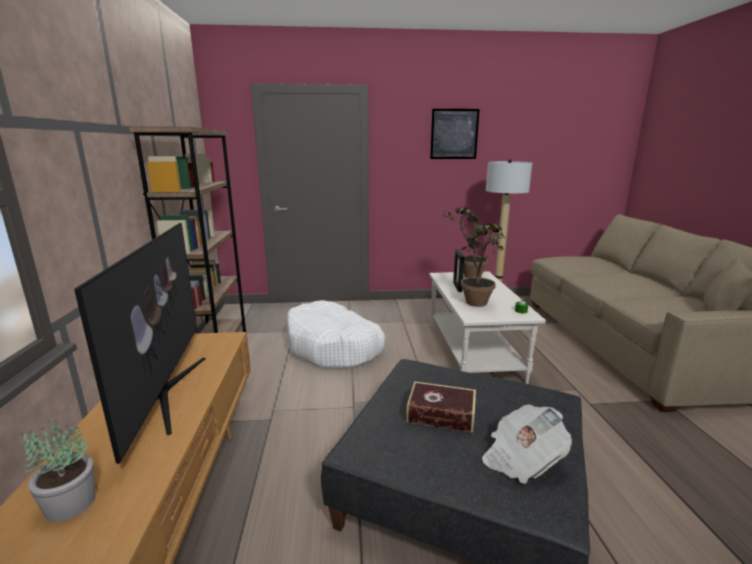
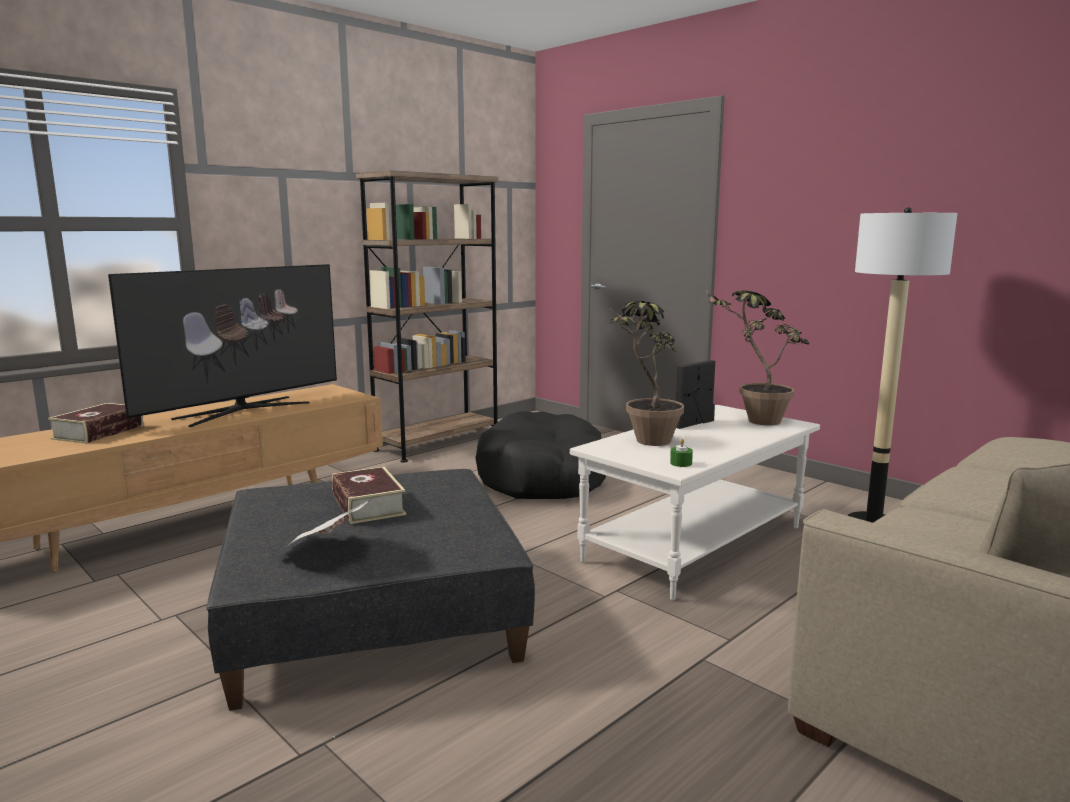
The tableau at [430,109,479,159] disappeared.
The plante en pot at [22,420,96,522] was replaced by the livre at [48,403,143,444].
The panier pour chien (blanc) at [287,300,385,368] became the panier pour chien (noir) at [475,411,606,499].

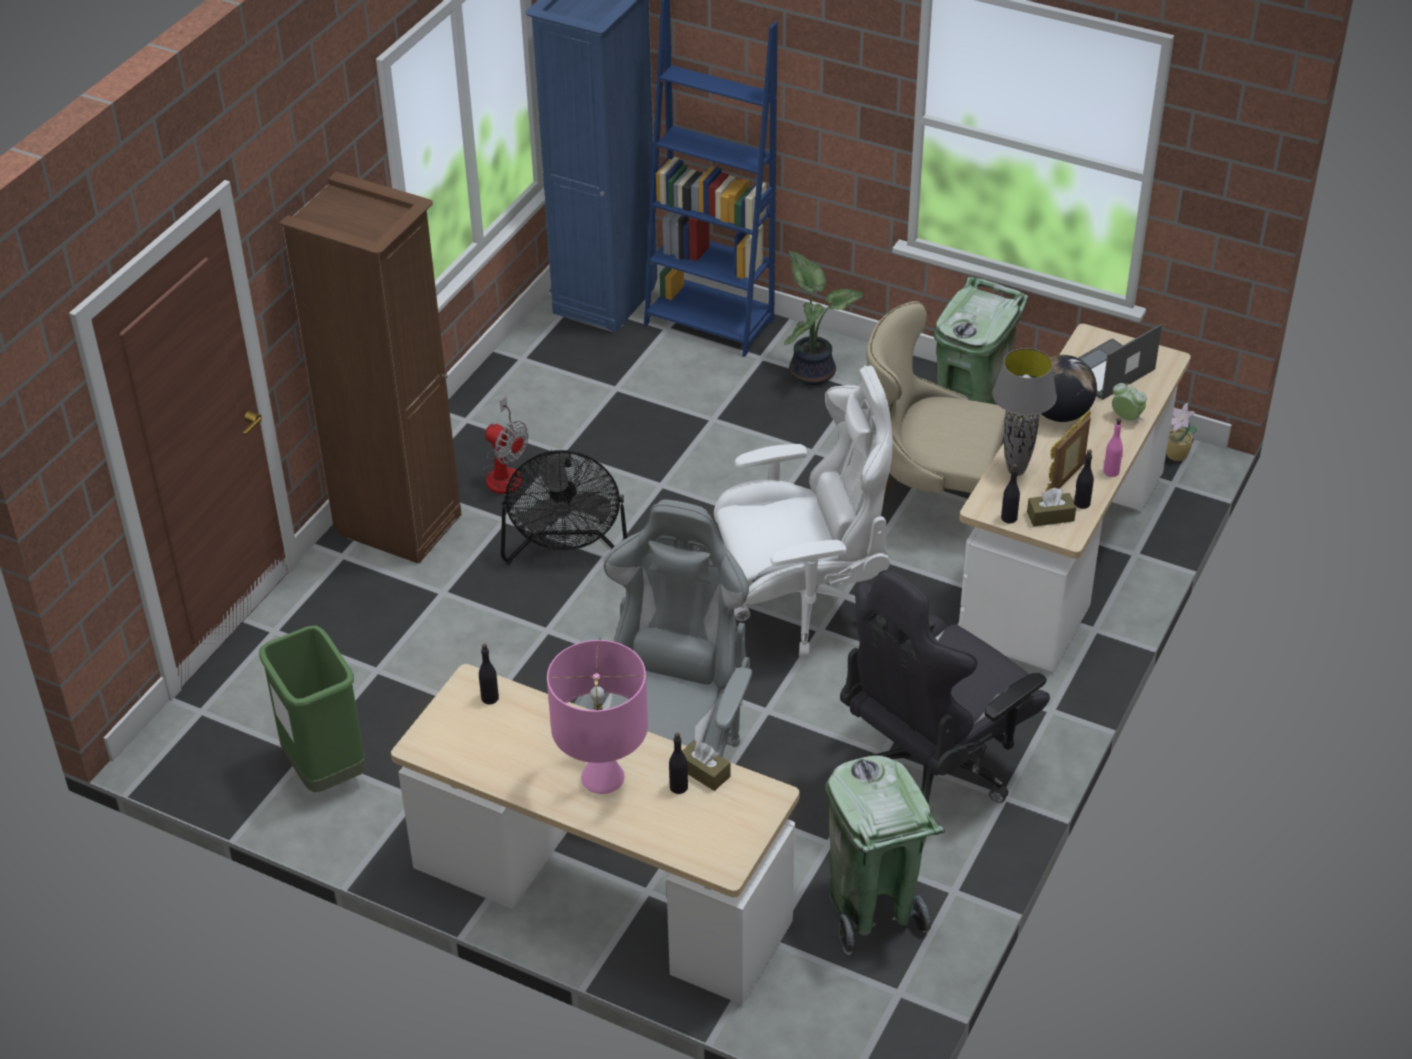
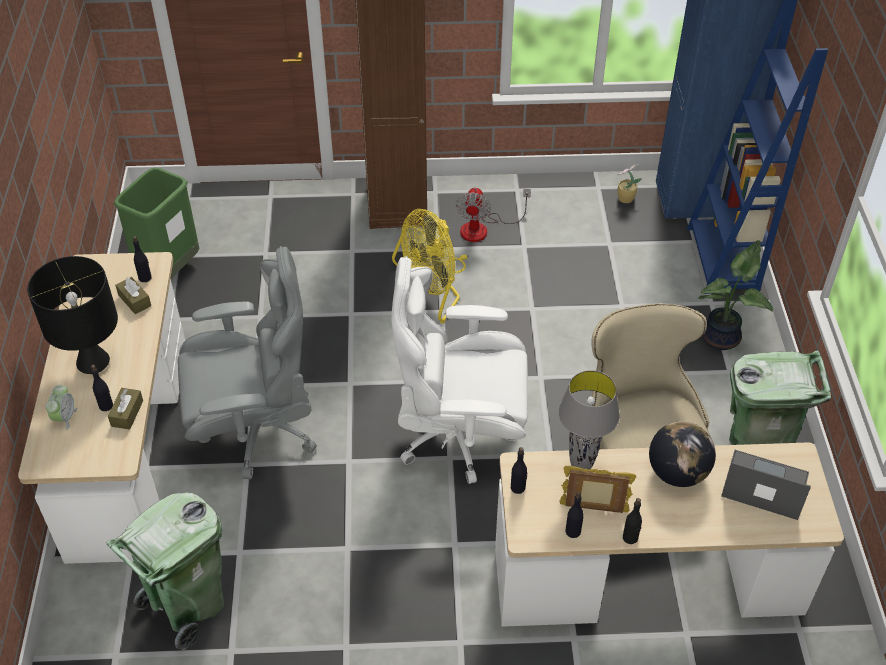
The chaise de bureau (noir) at [840,570,1050,803] disappeared.
The boîte à mouchoirs (marron) moved from [1027,488,1076,527] to [115,277,151,314].
The réveil moved from [1112,383,1147,421] to [46,385,77,430].
The plante en pot moved from [1166,403,1198,461] to [618,164,642,203].
The ventilateur (noir) at [501,449,627,565] became the ventilateur (jaune) at [392,209,469,324].
The lampe de table (rose) at [547,640,648,794] became the lampe de table (noir) at [27,256,118,374].
The bouteille (rose) at [1103,418,1123,477] became the bouteille (noir) at [623,498,642,544].
The chaise de bureau (blanc) at [714,365,893,658] turned 135 degrees clockwise.

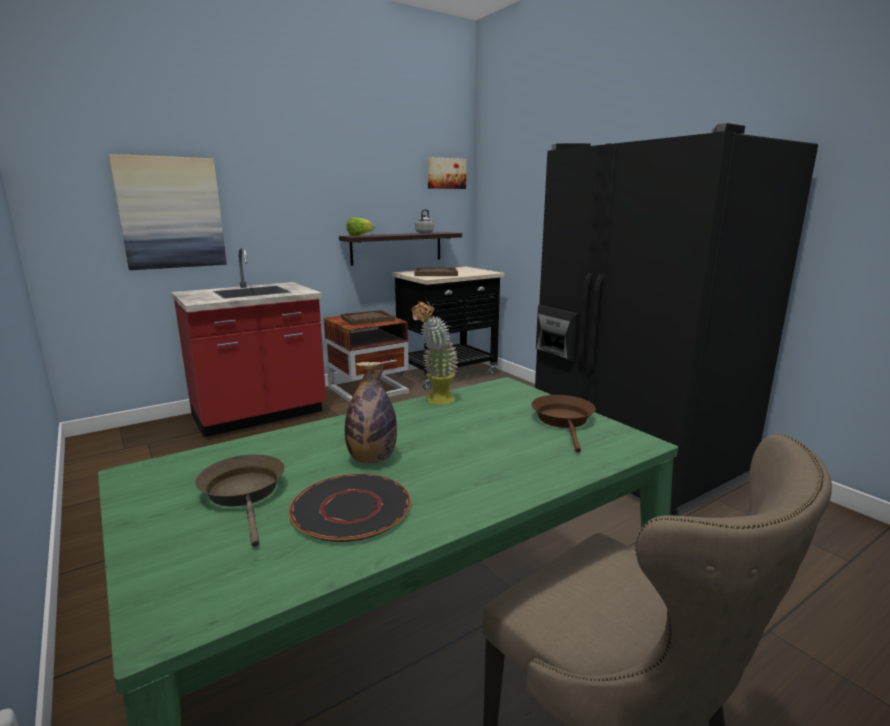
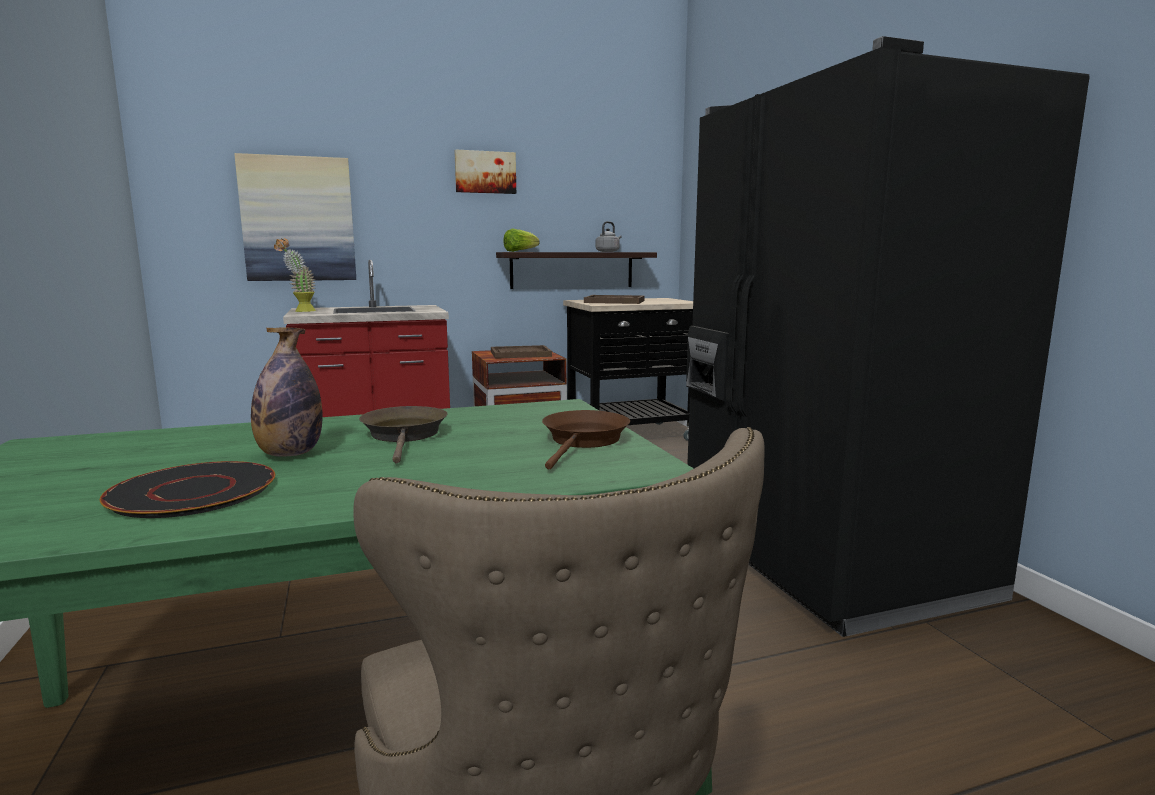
The poêle (marron) moved from [195,454,285,547] to [359,406,448,463].
The plante en pot moved from [411,301,458,405] to [274,238,316,312].
The tableau moved from [428,157,466,189] to [454,149,516,194].

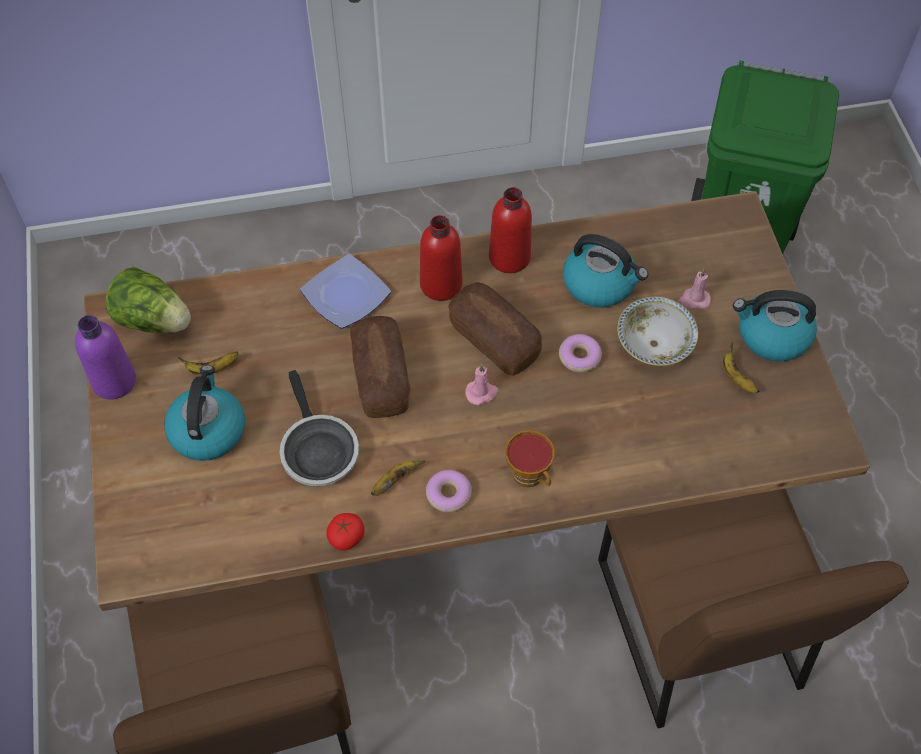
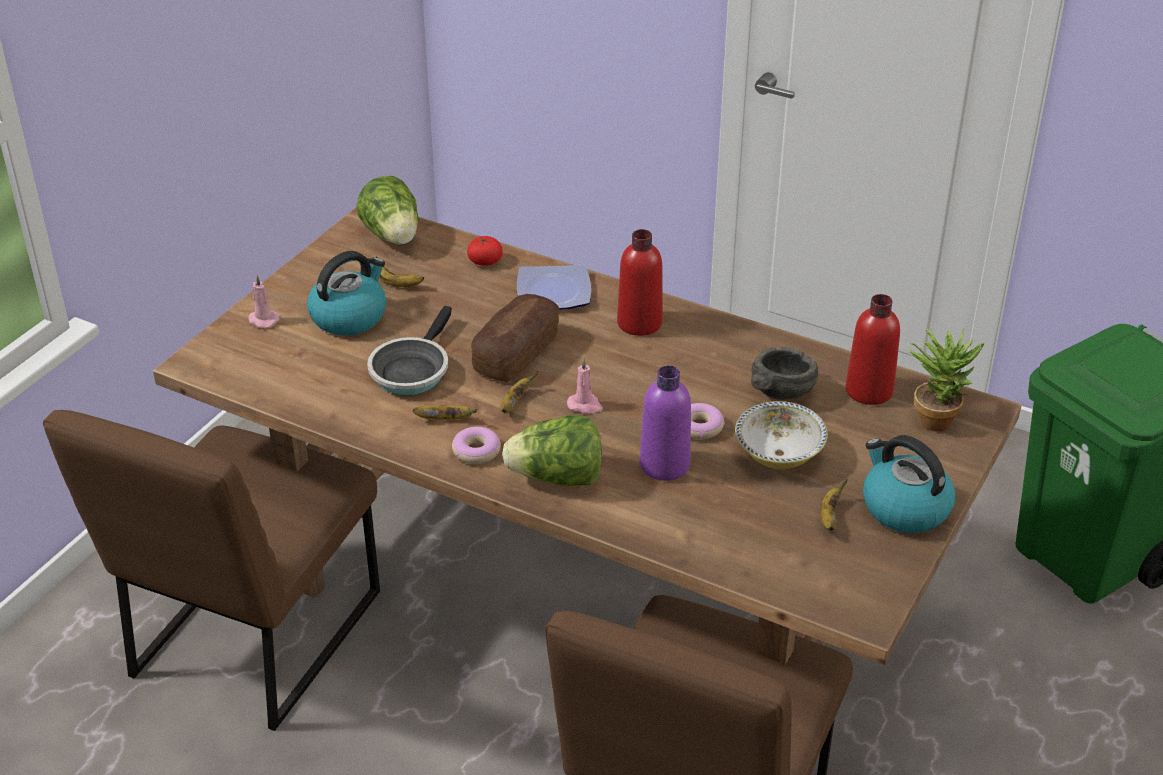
The pain at [448,282,542,376] disappeared.
The banane at [500,371,538,413] appeared.
The plante en pot at [909,328,984,432] appeared.
The bouteille (violet) moved from [75,315,136,400] to [640,365,691,481].
The tomate moved from [326,513,365,551] to [467,236,503,266].
The bouteille (rouge) moved from [489,187,532,273] to [845,294,900,405].
The bougie (rose) moved from [678,269,711,310] to [249,275,280,328].
The tasse at [505,430,555,488] was replaced by the laitue at [502,415,602,486].
The bouilloire at [563,234,648,308] was replaced by the bol (gris) at [751,347,818,400].

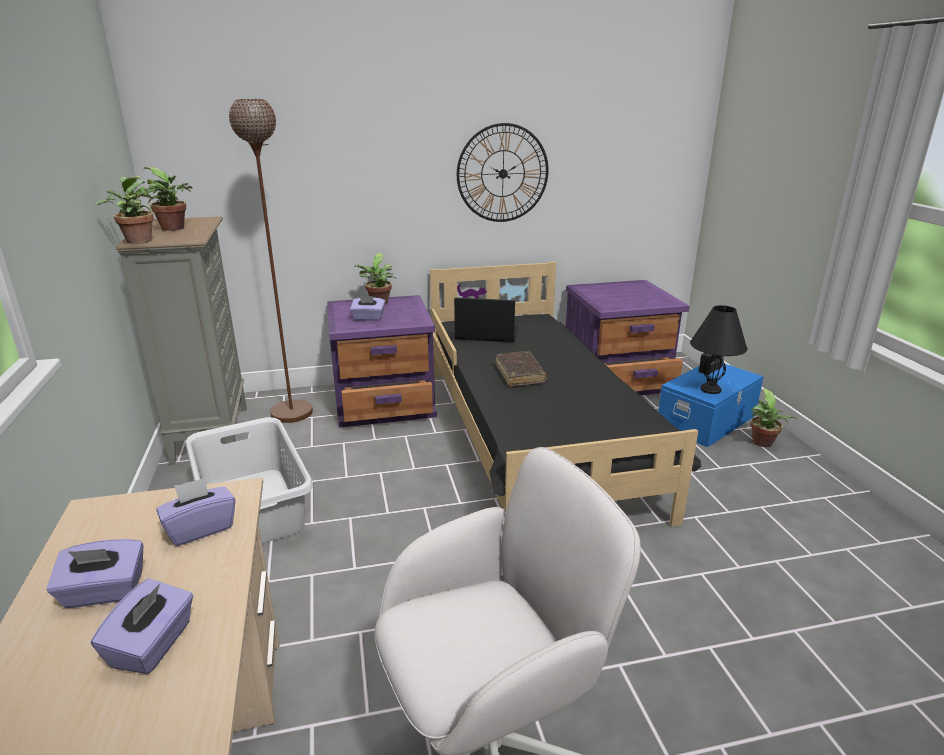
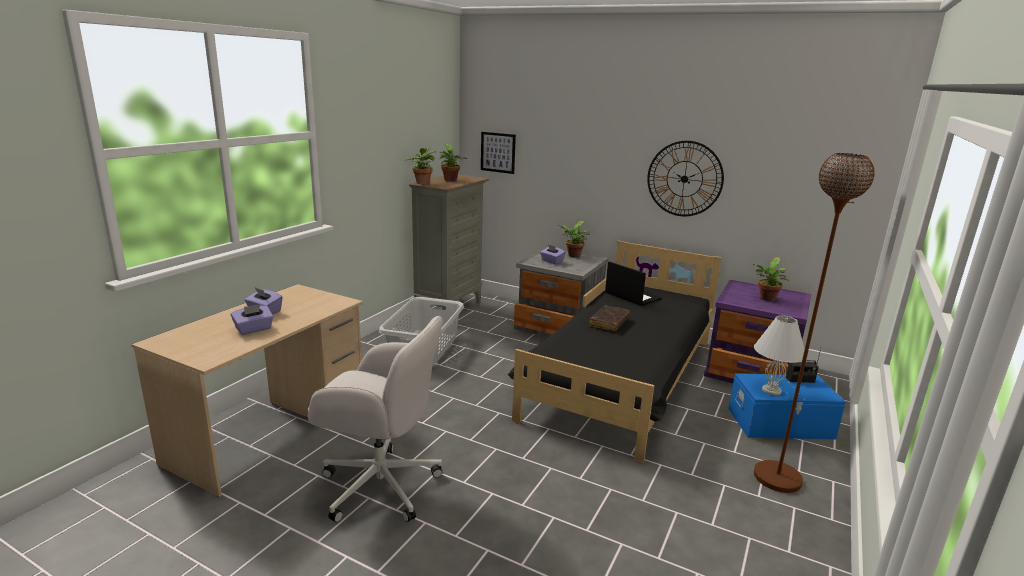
The boîte à mouchoirs (violet) at [156,477,235,546] disappeared.
The tableau at [481,132,516,174] appeared.
The lampadaire (marron) moved from [229,99,313,423] to [754,153,875,493].
The plante en pot moved from [751,389,796,447] to [753,257,789,301].
The table de chevet (violet) at [327,295,437,428] became the table de chevet (gris) at [514,247,608,337].
The lampe de table (noir) at [690,305,747,394] became the lampe de table (blanc) at [754,315,805,395].

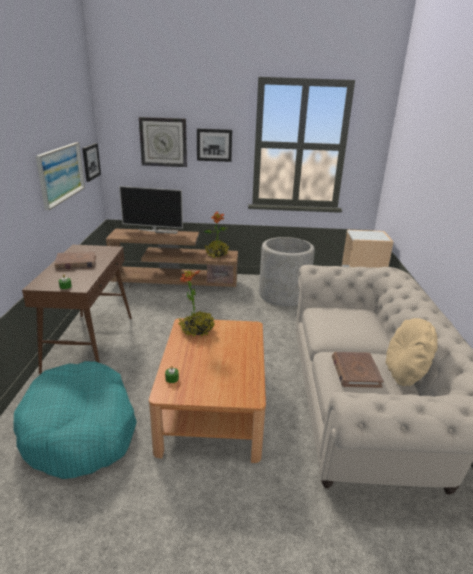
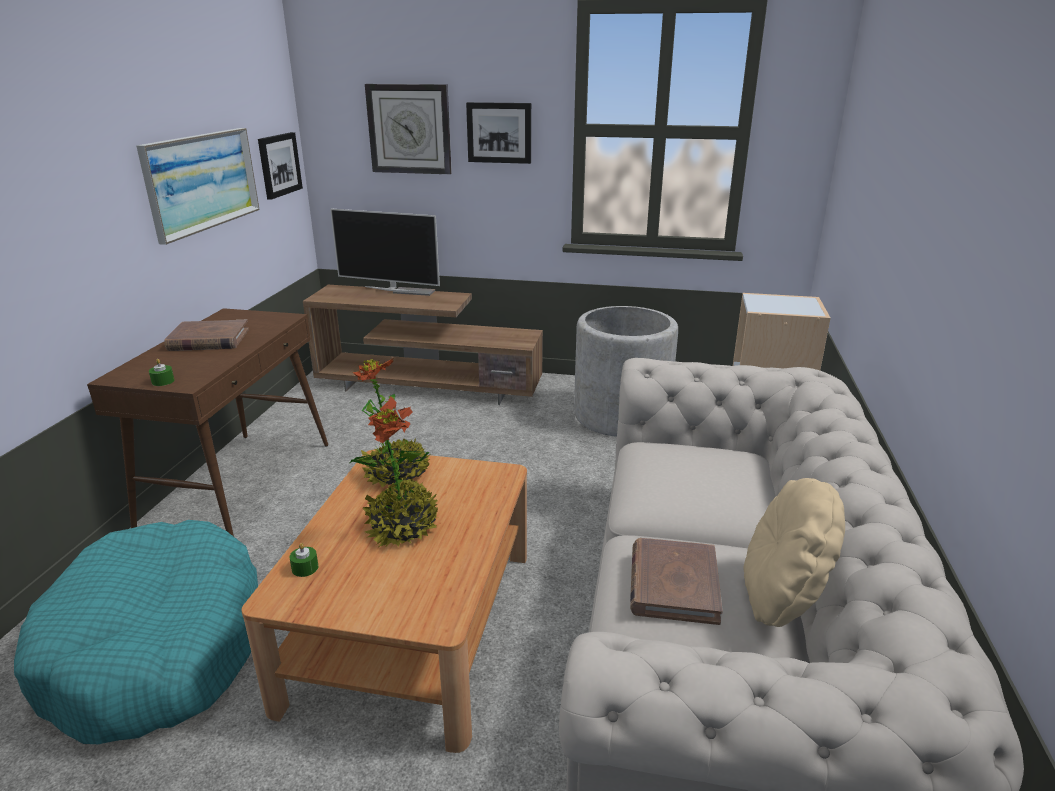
The plante en pot moved from [204,211,229,258] to [350,396,438,547].

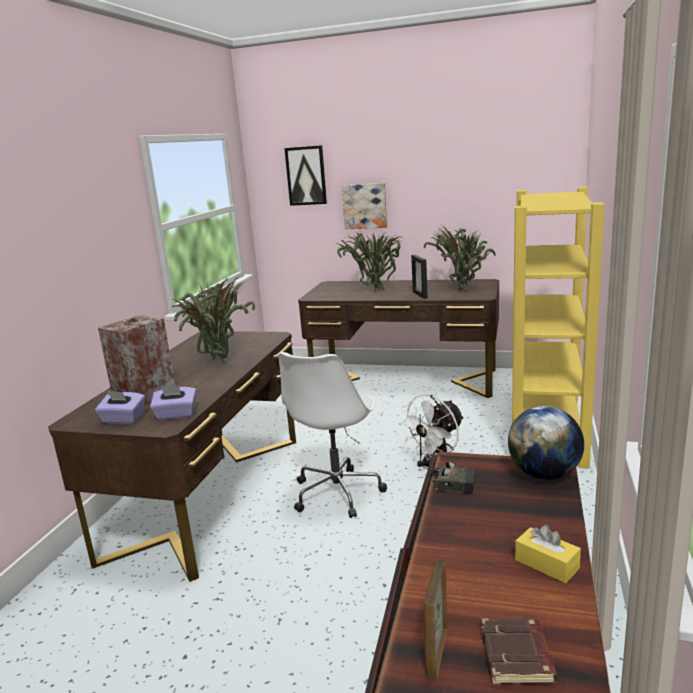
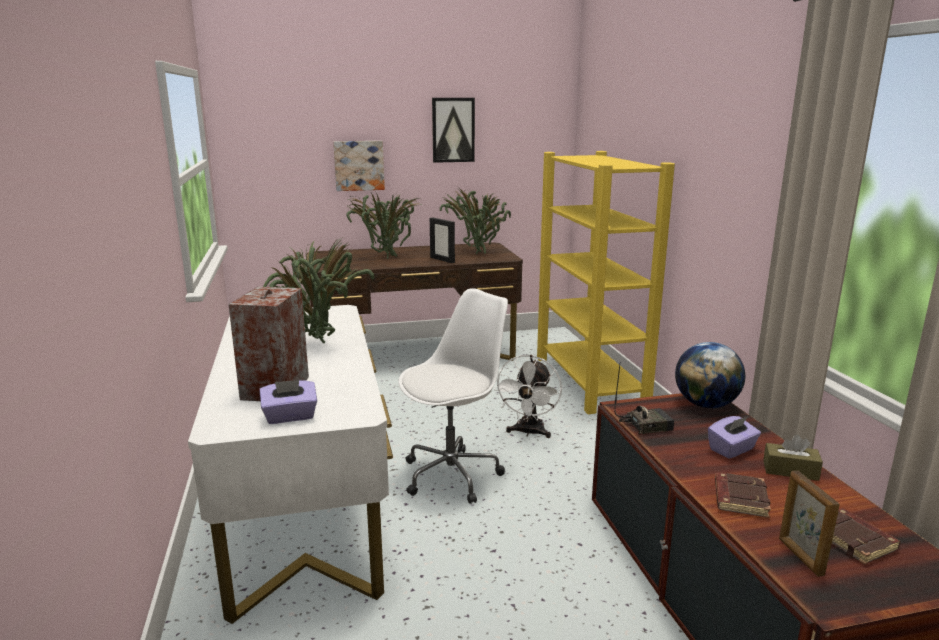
The livre (marron) at [715,472,771,518] appeared.
The boîte à mouchoirs (violet) moved from [150,386,196,420] to [708,416,761,459].
The tableau moved from [284,145,327,206] to [432,98,475,163].
The bureau (marron) at [48,331,296,582] became the bureau (blanc) at [188,305,393,624].
The boîte à mouchoirs (jaune) at [515,525,581,583] became the boîte à mouchoirs (marron) at [763,434,823,481].
The chaise de bureau (blanc) at [278,352,387,518] turned 120 degrees counterclockwise.

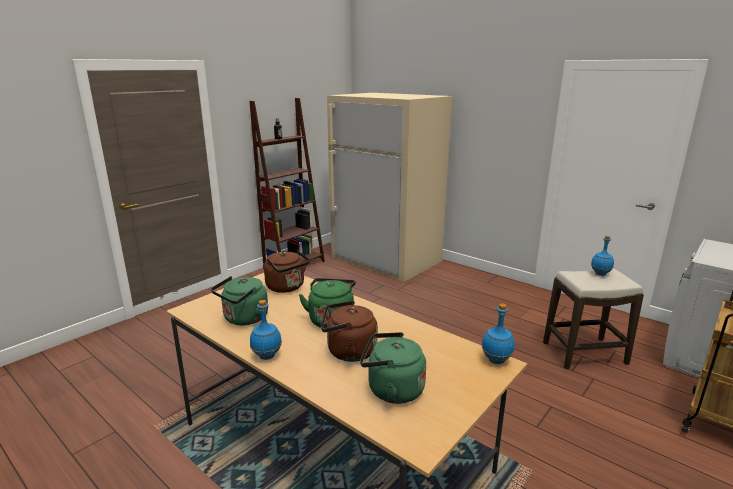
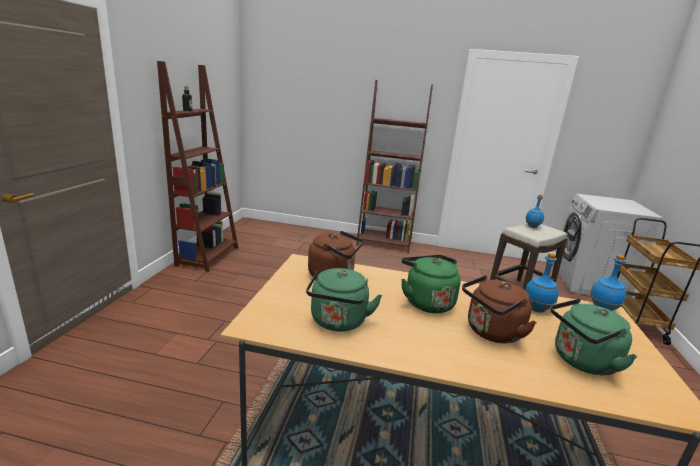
The réfrigérateur (beige) at [327,93,452,282] disappeared.
The bibliothèque (marron) at [356,80,433,254] appeared.
The bouteille (bleu) moved from [250,300,282,360] to [525,253,559,313].

